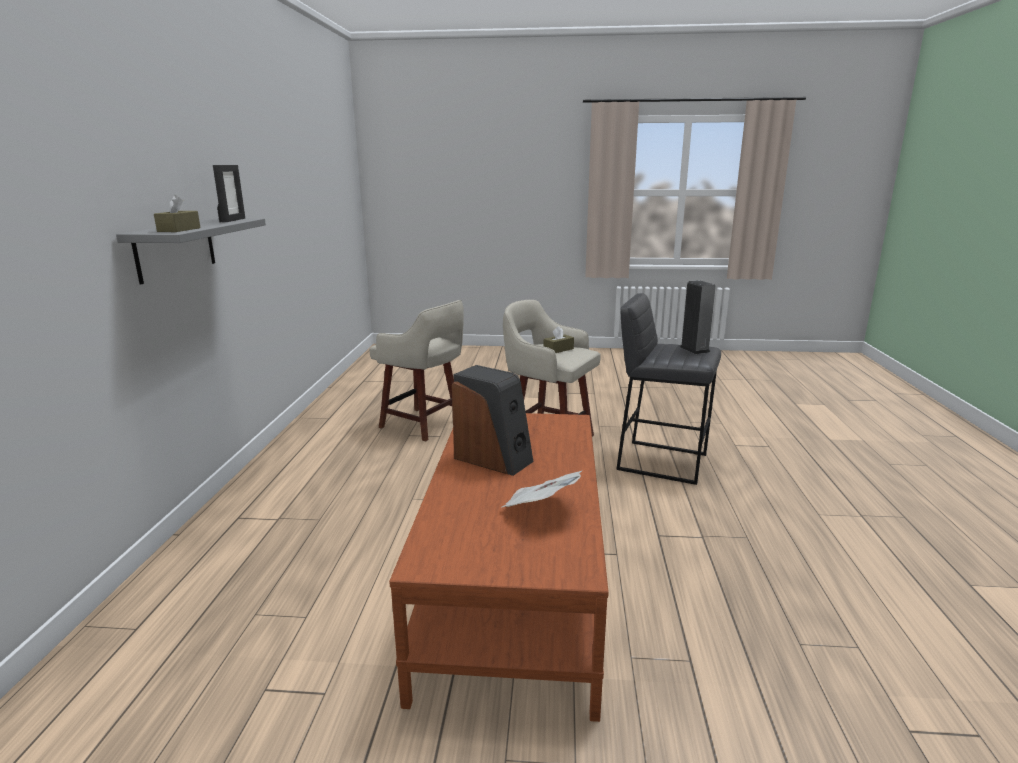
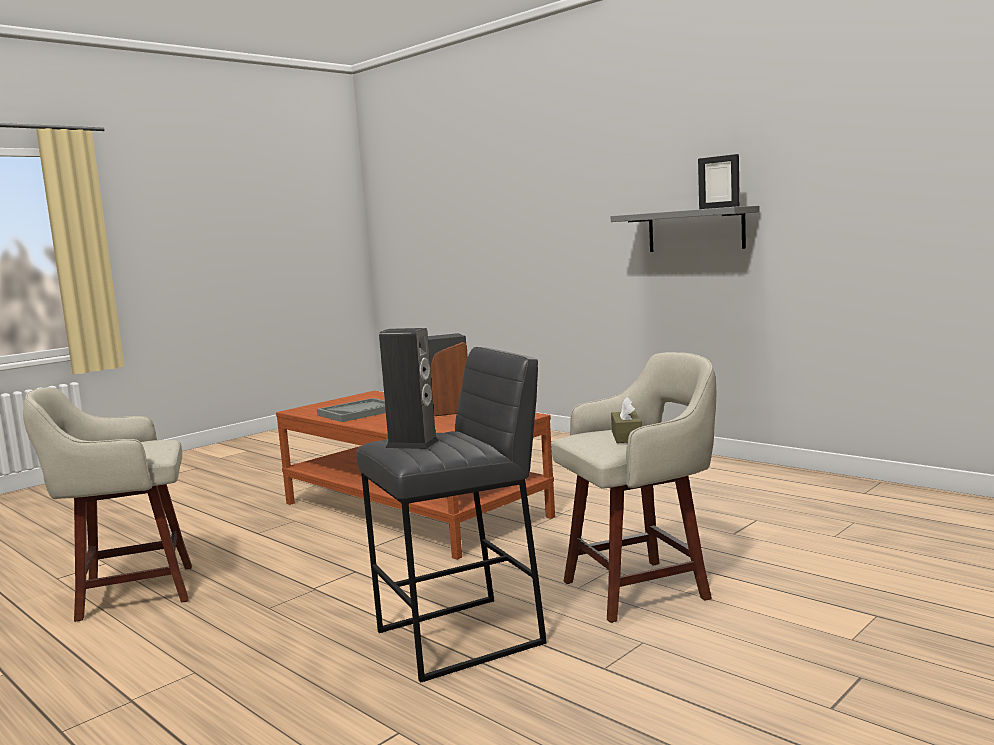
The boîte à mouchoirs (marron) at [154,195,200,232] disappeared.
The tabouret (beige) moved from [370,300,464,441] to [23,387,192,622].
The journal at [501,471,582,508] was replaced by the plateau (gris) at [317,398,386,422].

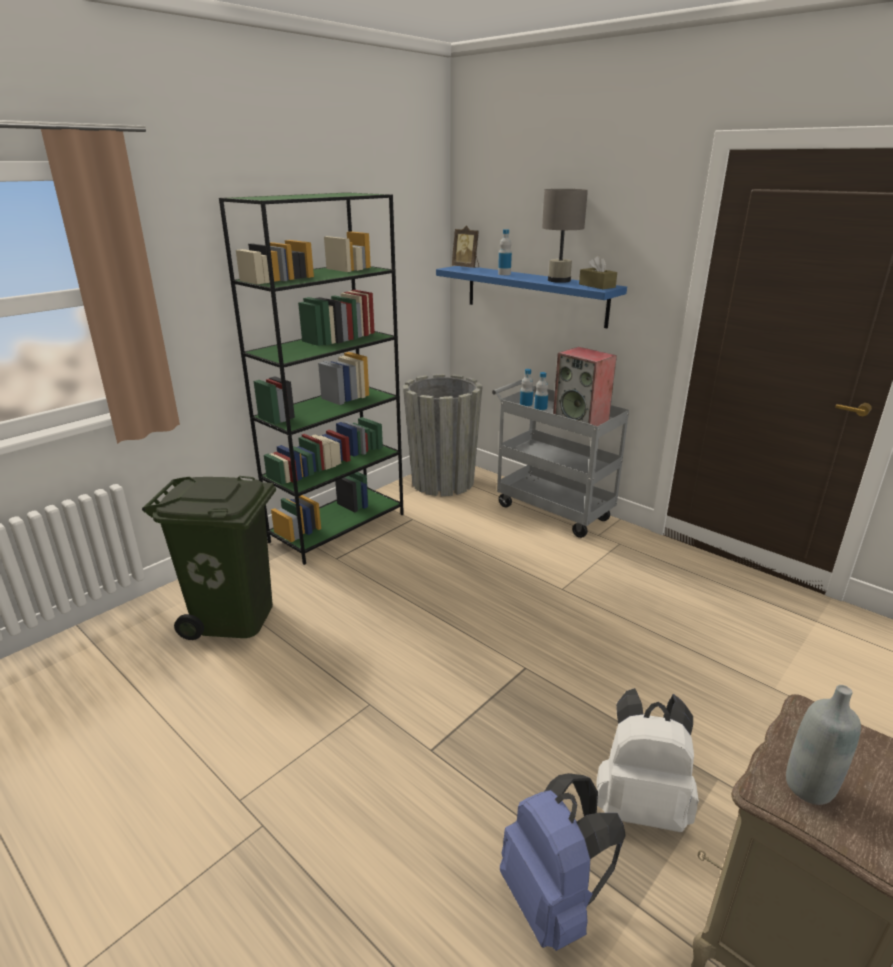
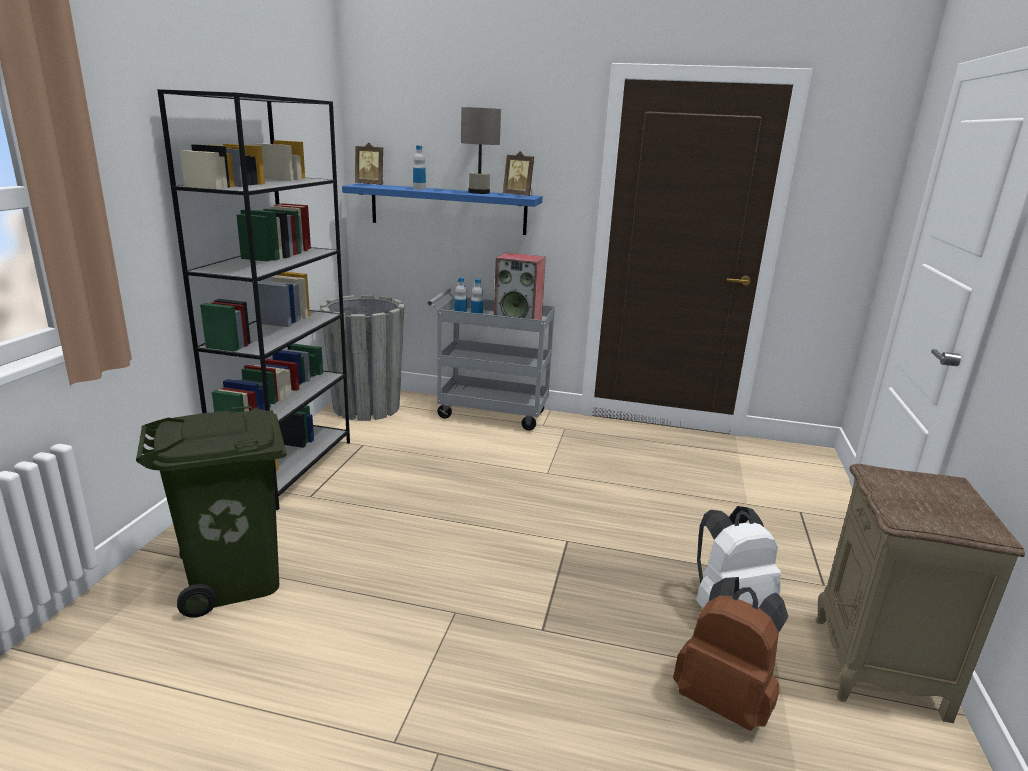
The bouteille (gris) at [786,685,861,805] disappeared.
The boîte à mouchoirs (marron) at [579,256,617,289] was replaced by the cadre photo at [503,151,534,196].
The bibliothèque (vert) at [219,192,404,565] became the bibliothèque (gris) at [157,89,350,510].
The sac à dos (bleu) at [500,773,626,951] became the sac à dos (marron) at [673,577,788,731].

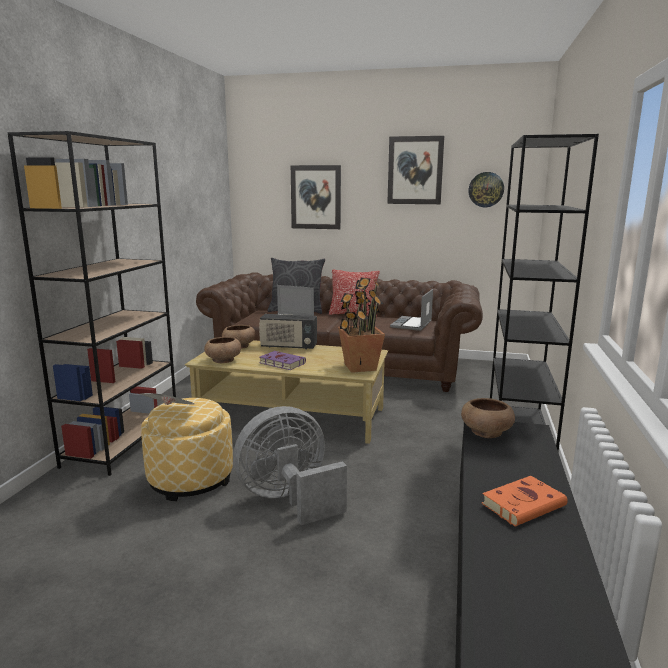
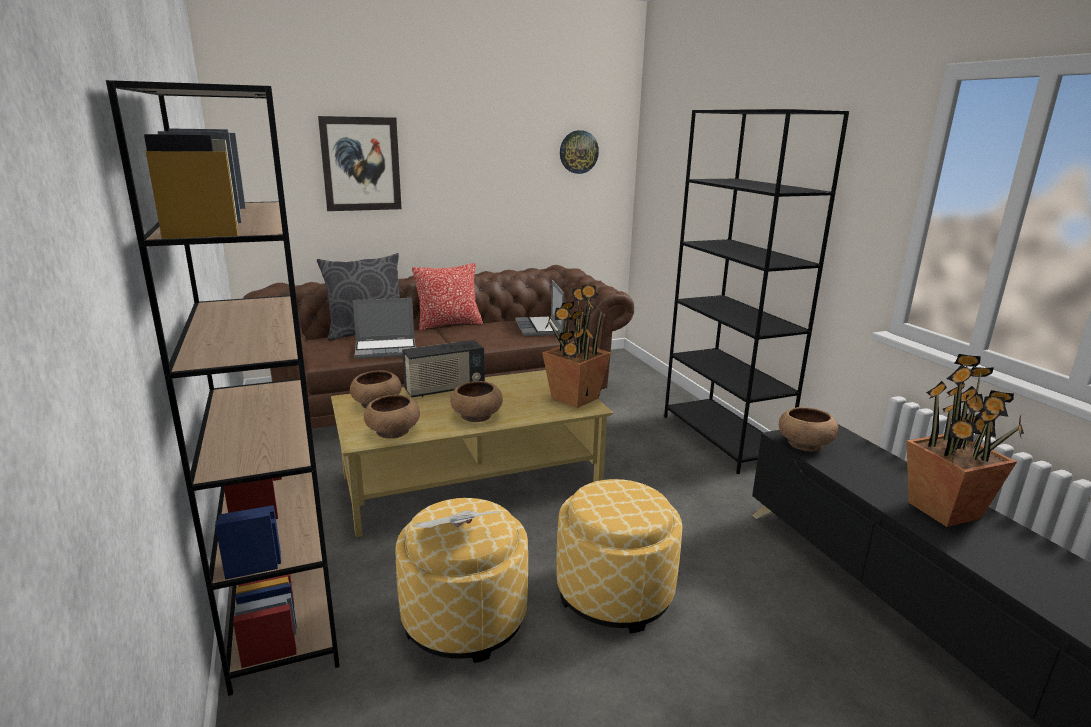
The tableau at [387,136,444,204] disappeared.
The ventilateur (gris) at [233,406,347,525] was replaced by the pouf at [556,479,682,633].
The livre (violet) at [259,351,306,370] was replaced by the bol (marron) at [450,381,503,422].
The livre (orange) at [482,476,568,527] was replaced by the plante en pot at [907,354,1024,527].

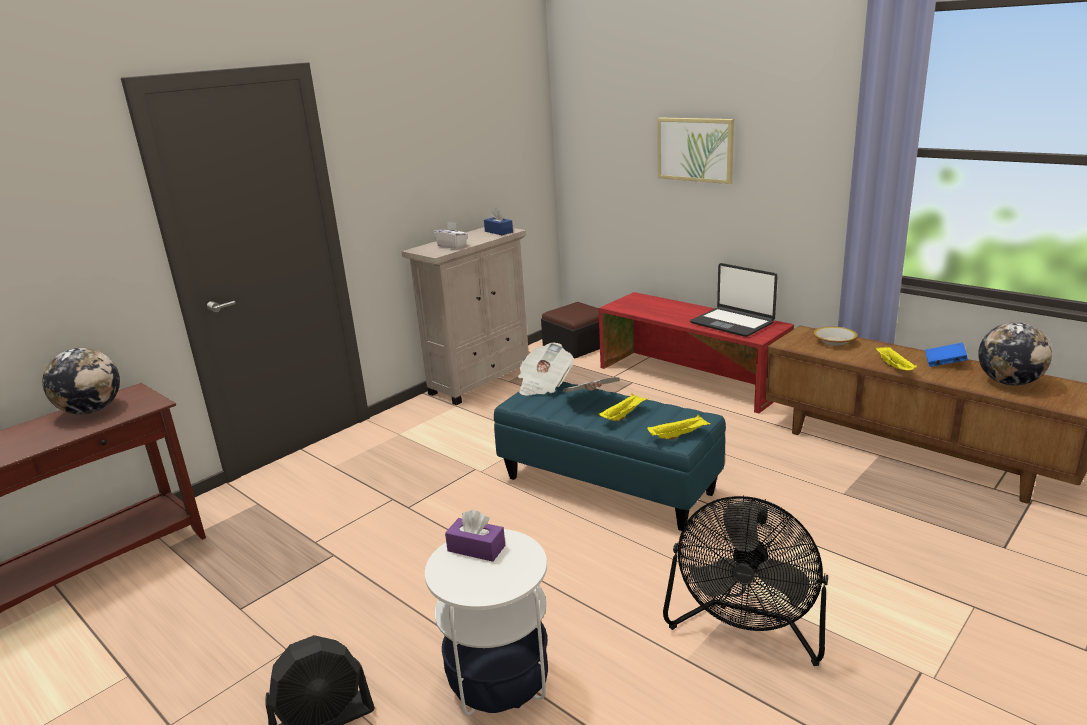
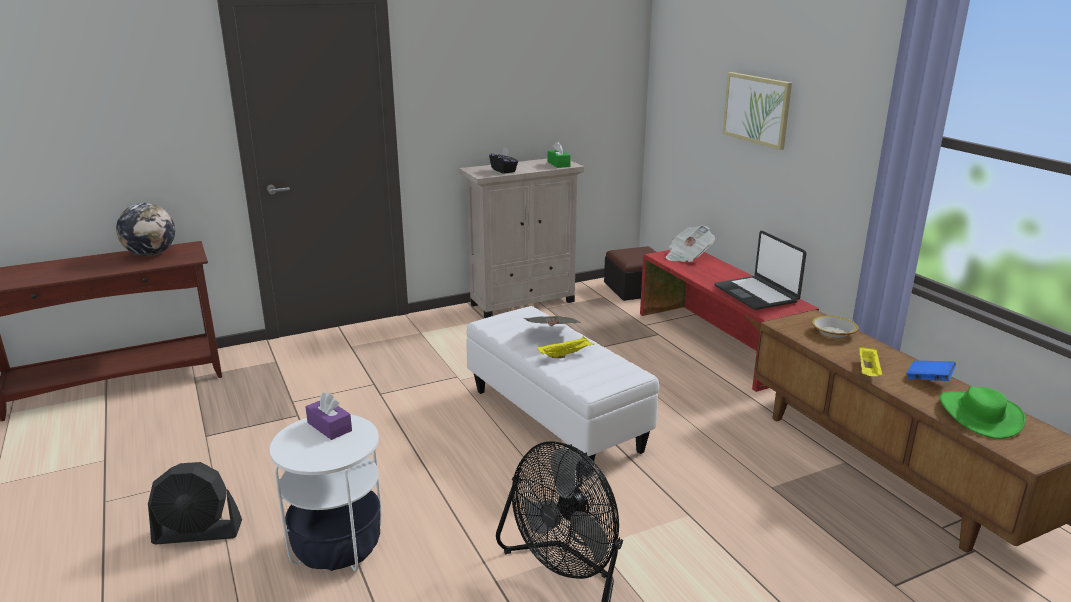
The plateau (jaune) at [647,415,711,440] disappeared.
The journal moved from [518,343,574,395] to [666,226,715,262].
The globe at [978,322,1052,386] was replaced by the chapeau (vert) at [940,387,1026,439].
The boîte à mouchoirs (blanc) at [433,222,468,249] became the boîte à mouchoirs (noir) at [489,148,518,174].
The boîte à mouchoirs (bleu) at [484,209,513,235] became the boîte à mouchoirs (vert) at [548,142,571,168].
The pouf (bleu) at [494,382,726,531] became the pouf (blanc) at [466,306,659,476].

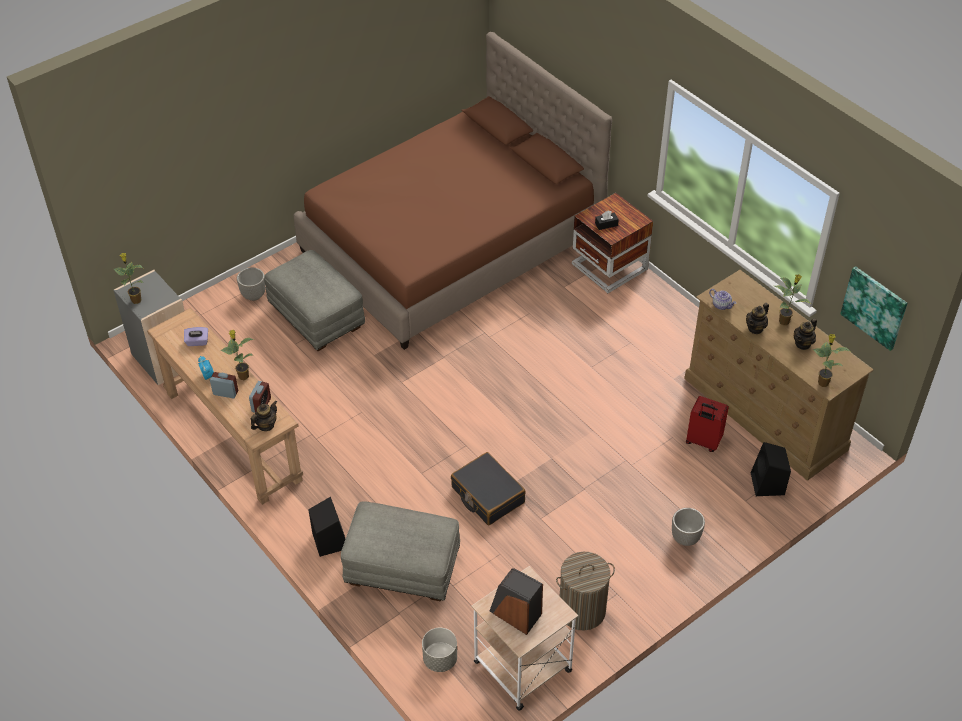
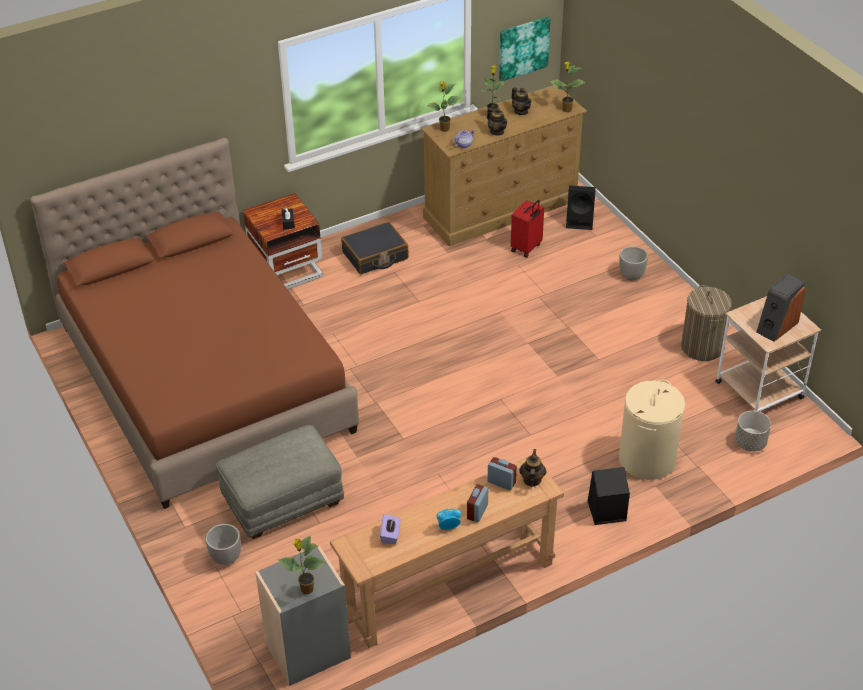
The plante en pot moved from [220,330,255,380] to [427,81,461,132].
The valise (noir) moved from [451,452,526,525] to [341,222,409,274].
The pouf (gris) at [341,501,460,601] was replaced by the panier à linge (beige) at [619,379,685,480].
The théière at [251,401,277,431] turned 45 degrees clockwise.

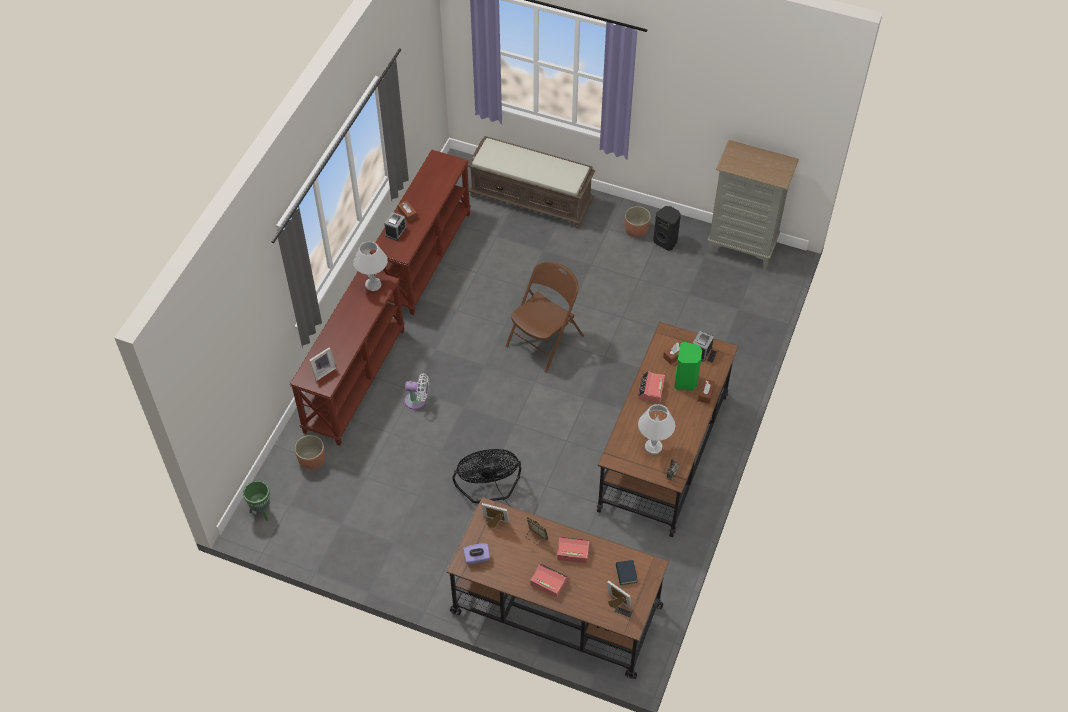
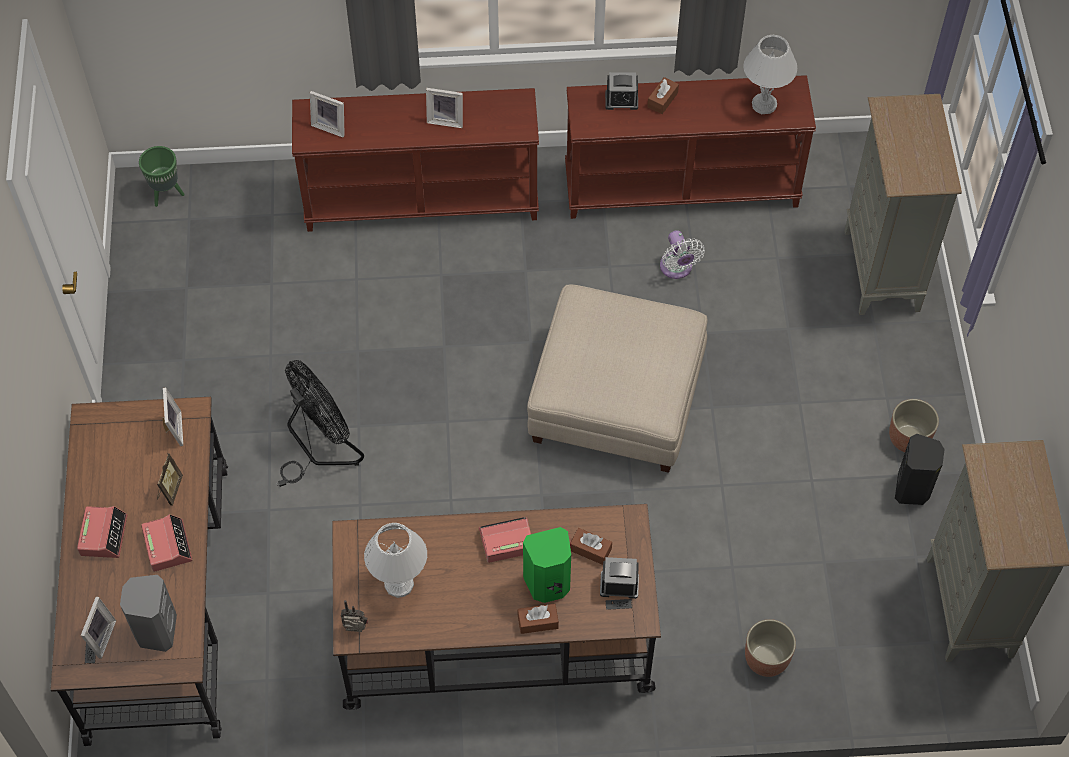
The boîte à mouchoirs (violet) at [463,543,490,565] disappeared.
The cadre photo at [426,88,463,128] appeared.
The cache-pot moved from [295,435,325,470] to [745,619,796,677].
The lampe de table (blanc) moved from [353,241,388,291] to [743,35,797,114].
The ventilateur (blanc) moved from [404,373,429,410] to [660,230,705,279].
The banc (marron) at [467,136,595,228] was replaced by the commode (gris) at [844,94,962,315].
The chaise (marron) at [505,262,584,373] was replaced by the pouf (beige) at [527,284,708,473].
The livre at [616,560,637,585] was replaced by the enceinte (gris) at [120,575,177,652].

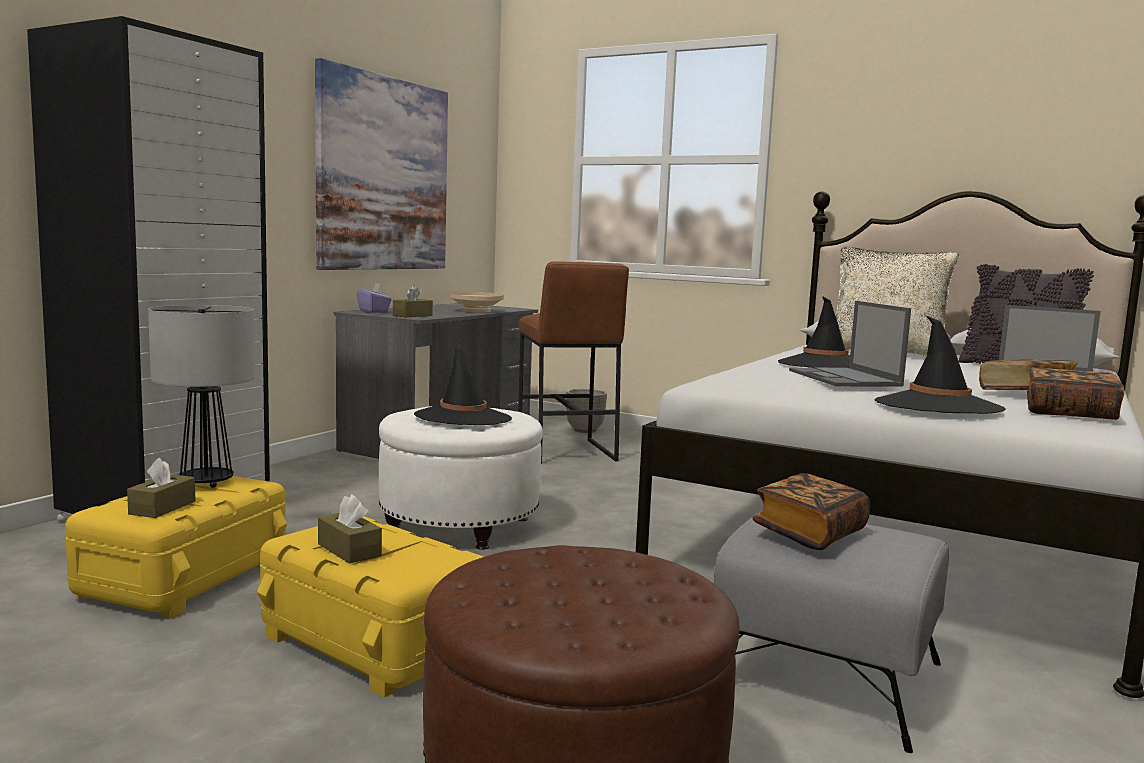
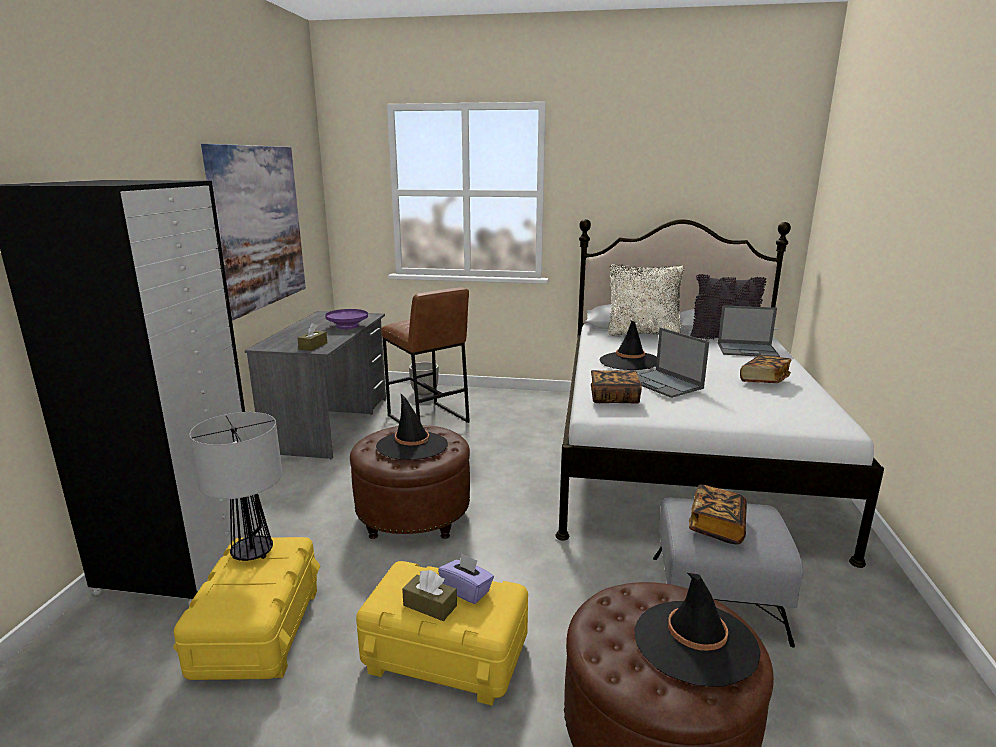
The boîte à mouchoirs (marron) at [127,458,195,518] disappeared.
The boîte à mouchoirs (violet) moved from [357,283,392,313] to [438,553,494,604].
The chapeau (noir) moved from [875,316,1006,414] to [634,572,761,687].
The livre moved from [1026,367,1124,420] to [591,370,642,403].
The pouf (blanc) at [379,406,543,550] became the pouf (marron) at [350,425,470,539].
The bol (beige) at [449,292,504,313] became the bol (violet) at [325,309,368,329].

